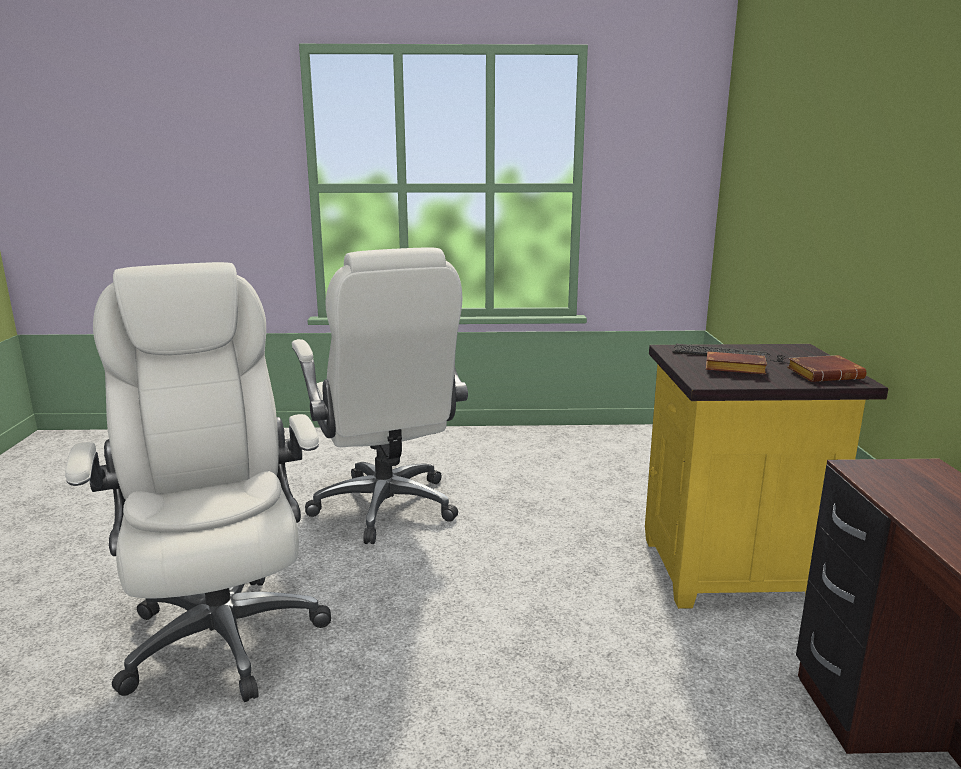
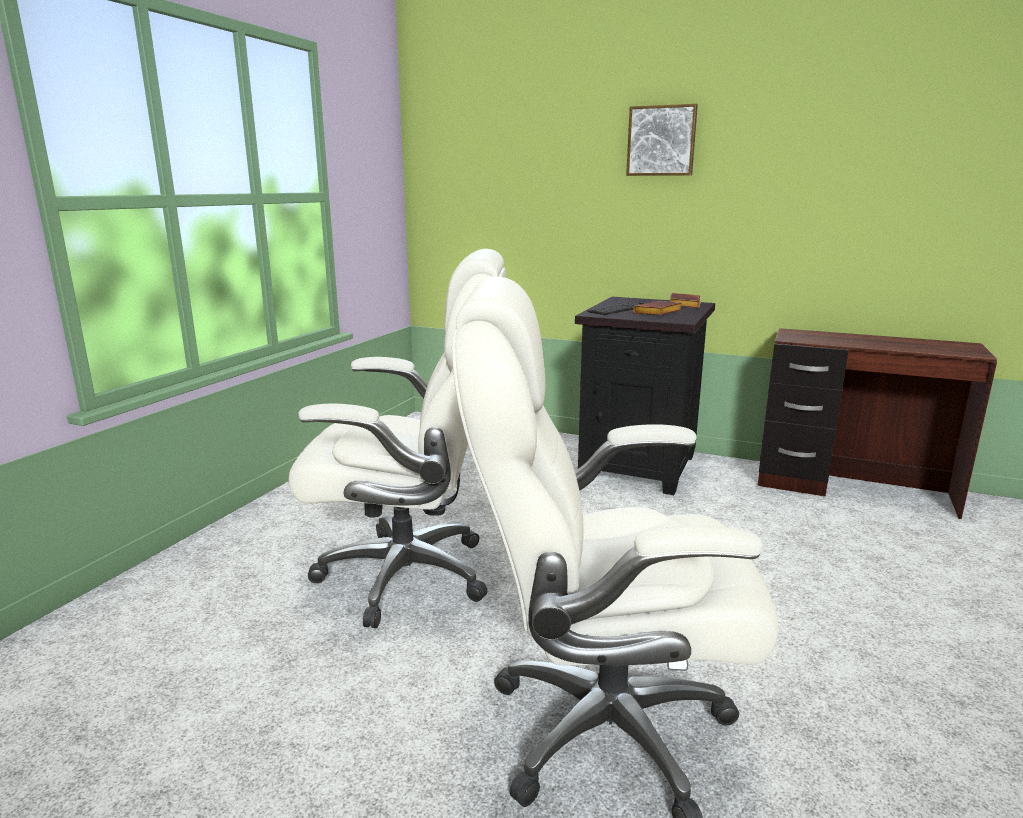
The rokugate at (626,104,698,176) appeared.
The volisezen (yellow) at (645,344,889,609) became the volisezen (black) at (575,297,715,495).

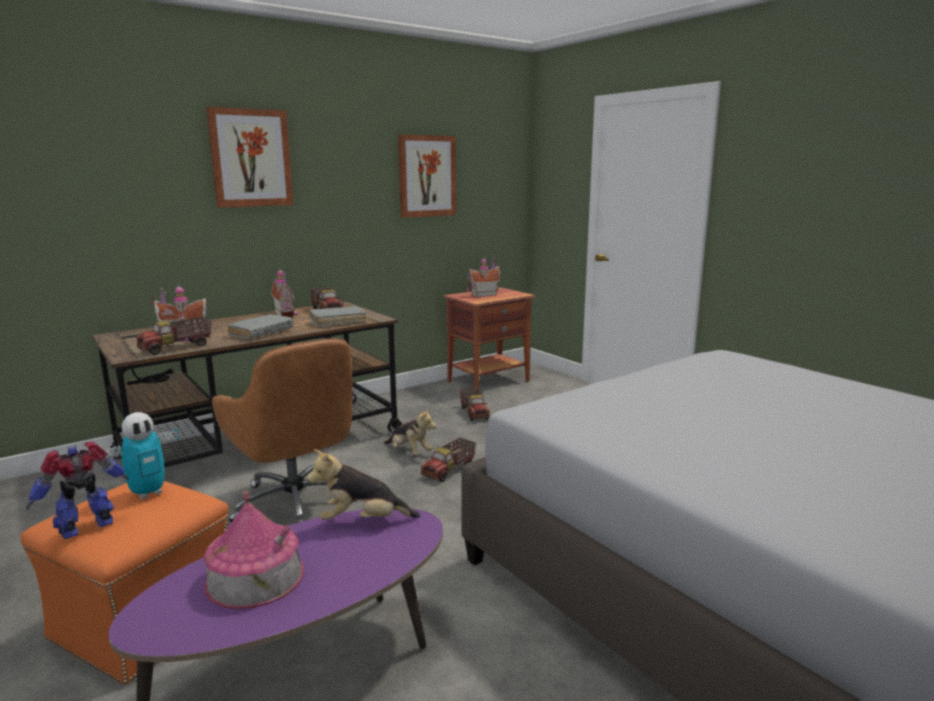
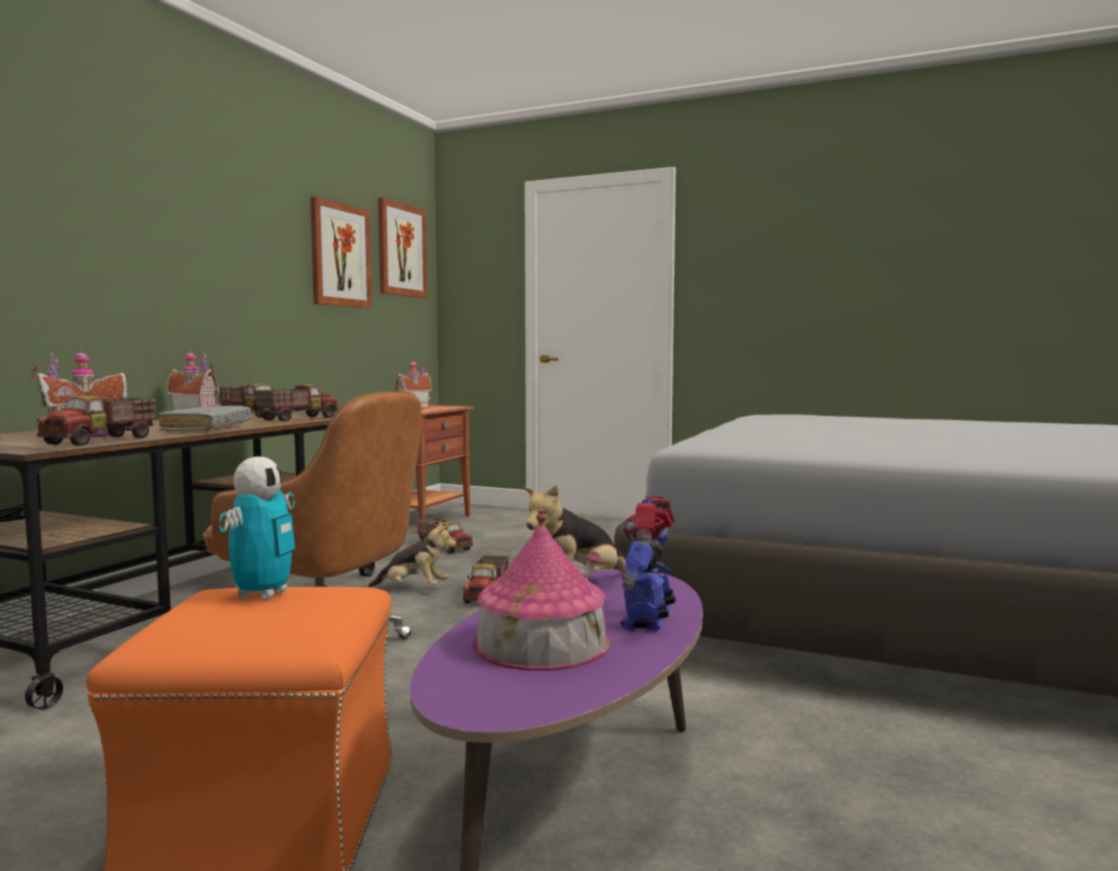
The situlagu moved from (26,442,128,539) to (620,496,676,632).
The rokugate moved from (206,107,294,208) to (378,198,427,298).
The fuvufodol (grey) at (309,306,366,327) was replaced by the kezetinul at (253,384,338,422).

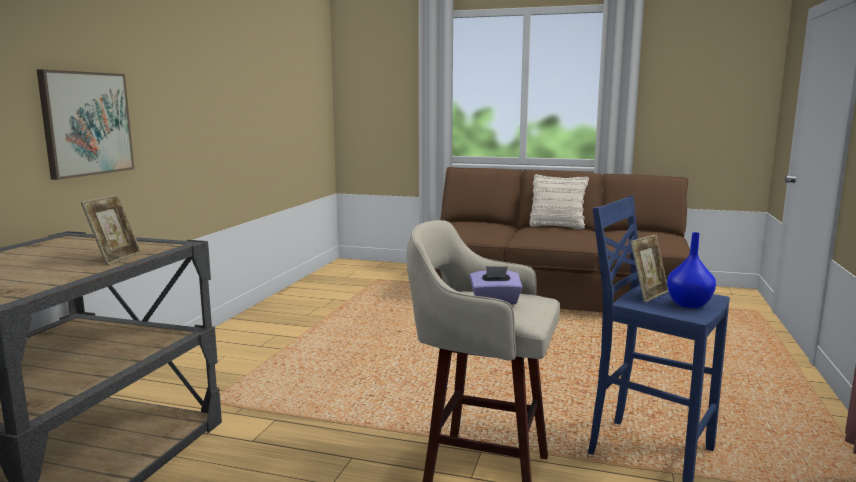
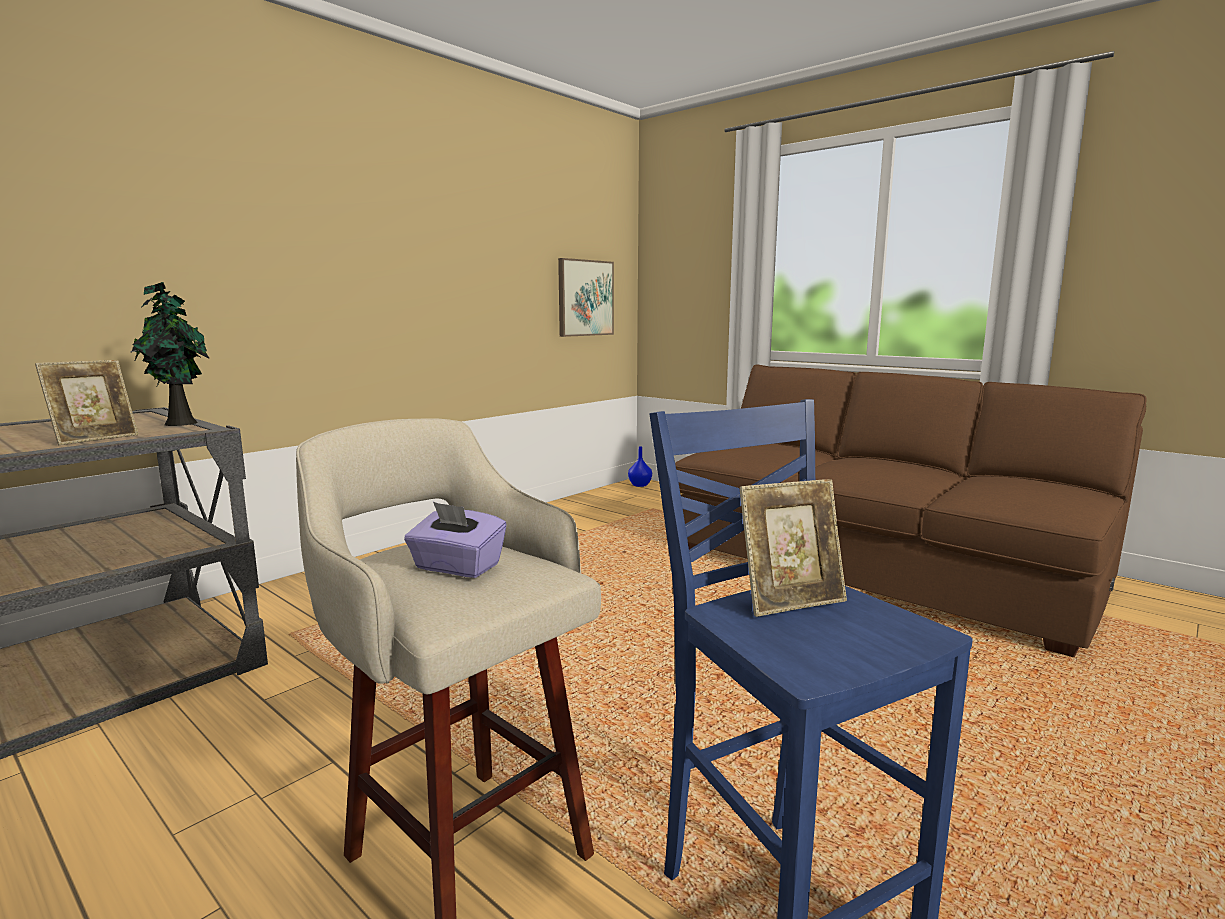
The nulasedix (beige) at (529,174,589,230) disappeared.
The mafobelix at (130,282,210,426) appeared.
The rokugate moved from (37,69,134,180) to (558,258,614,337).
The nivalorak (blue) moved from (667,232,716,308) to (628,446,652,487).

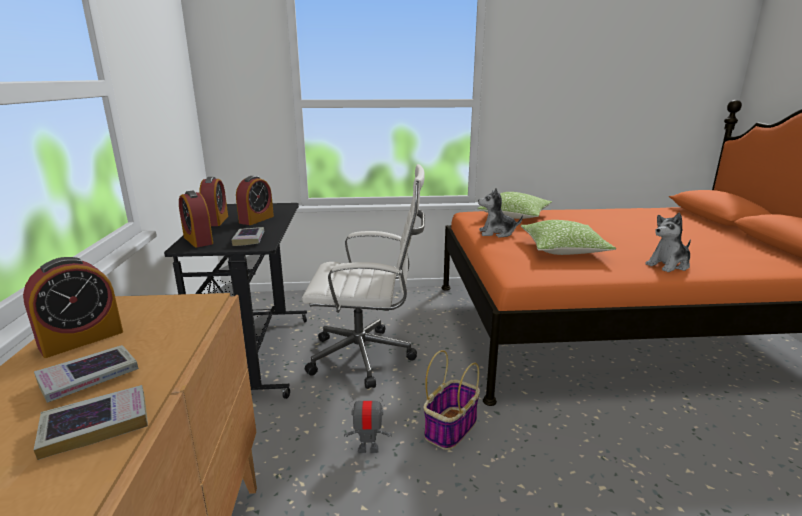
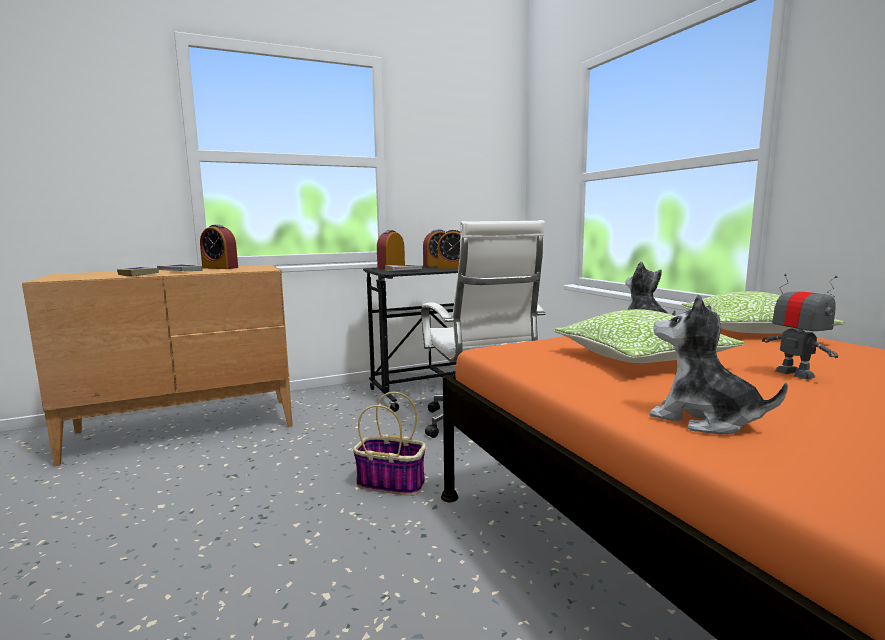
The situlagu moved from (344,394,392,453) to (762,274,838,379).

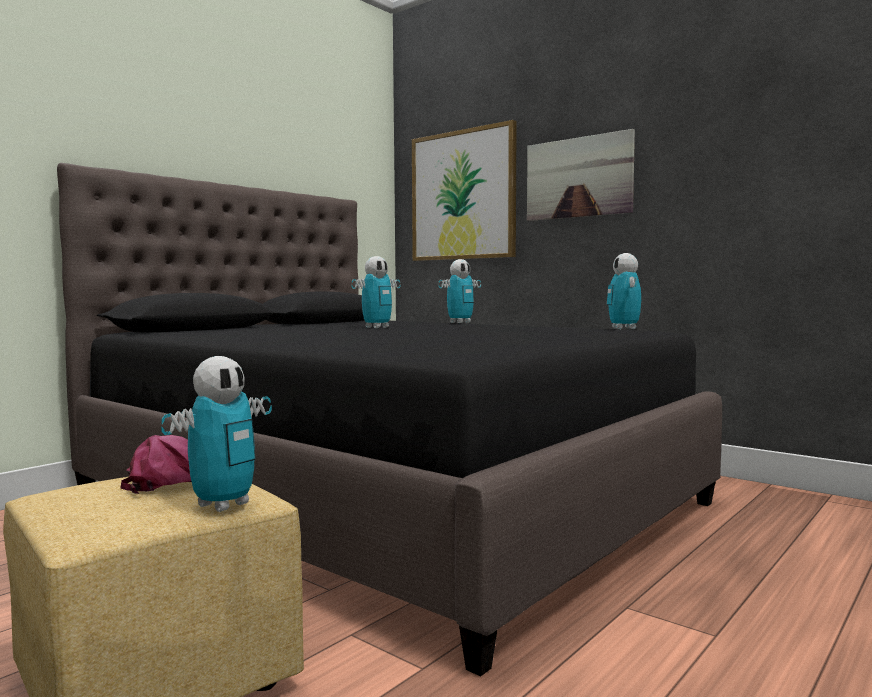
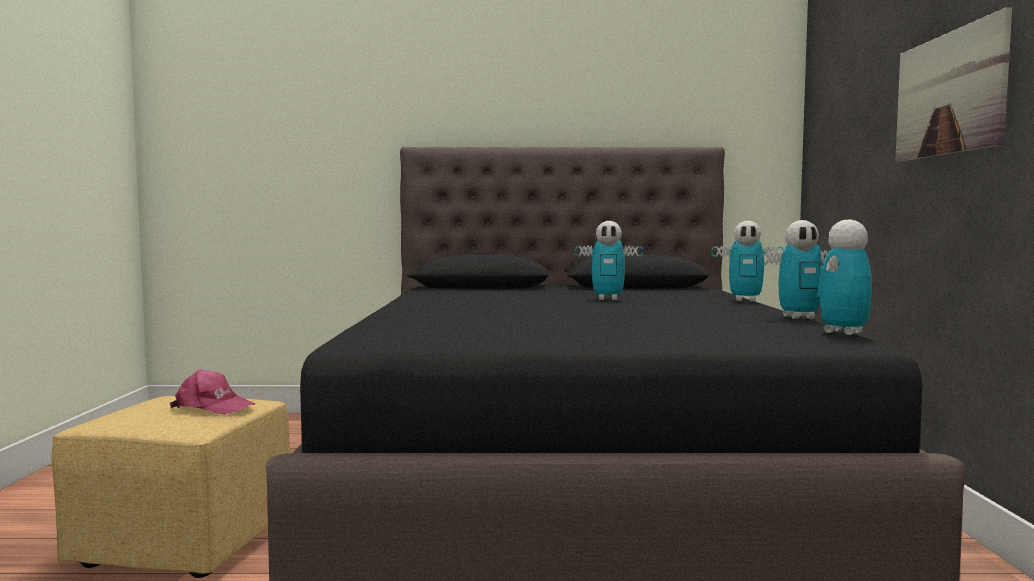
The rokugate at (412,120,517,261) disappeared.
The situlagu moved from (161,356,272,512) to (760,220,827,319).

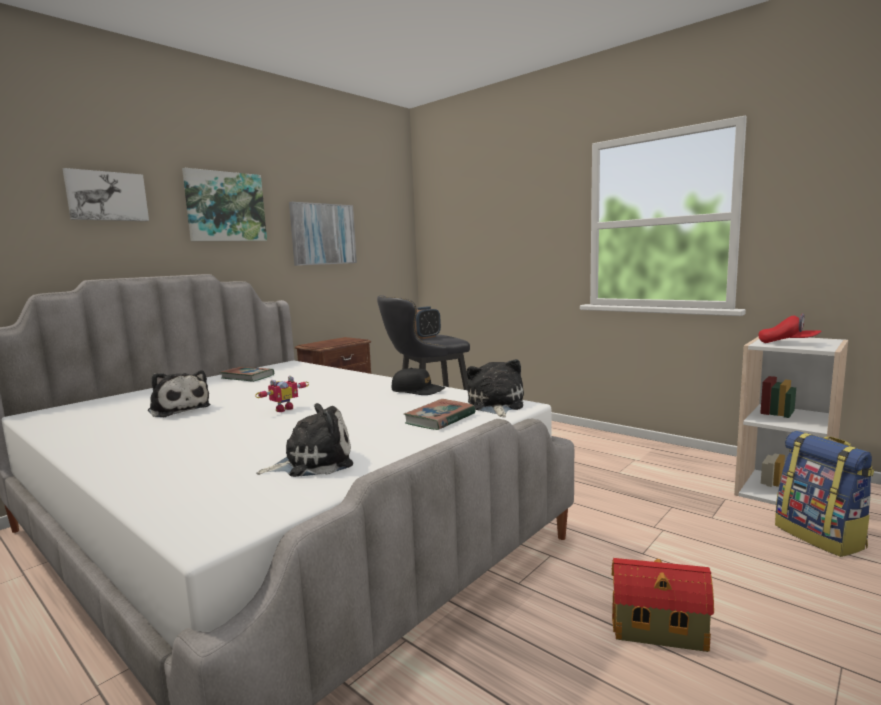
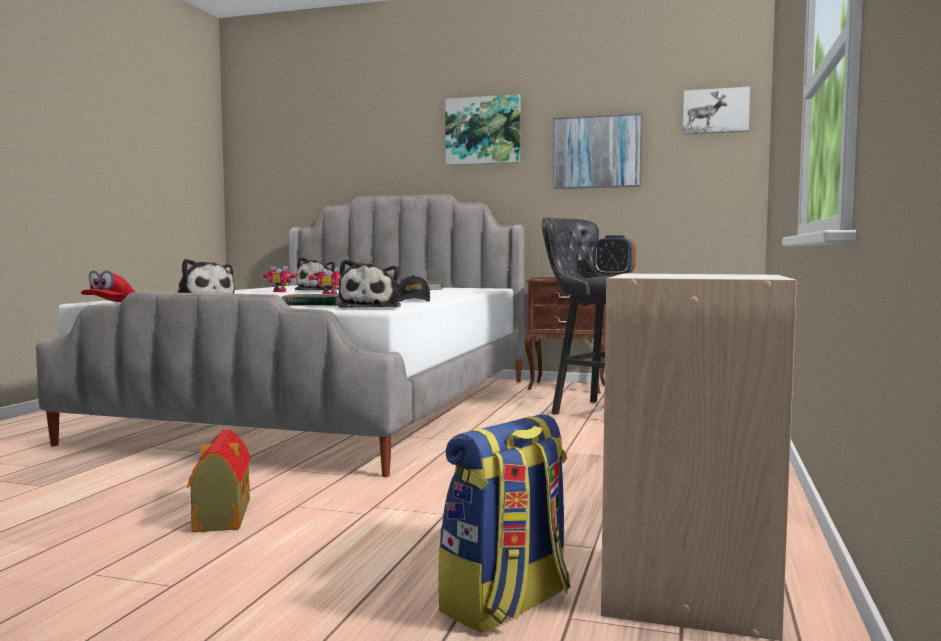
The situlagu at (261,266,299,292) appeared.
The rokugate moved from (63,168,149,221) to (683,87,750,134).
The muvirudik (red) moved from (758,313,822,343) to (81,270,136,302).
The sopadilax at (467,359,524,417) turned 120 degrees clockwise.

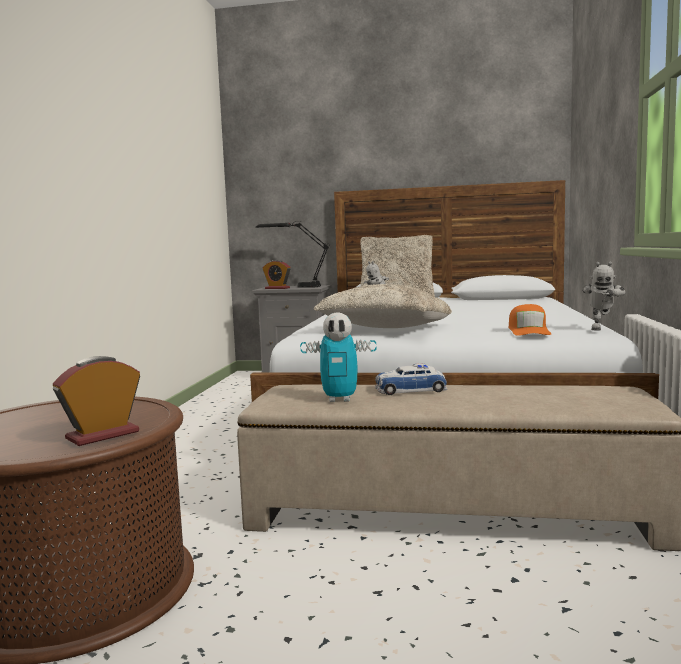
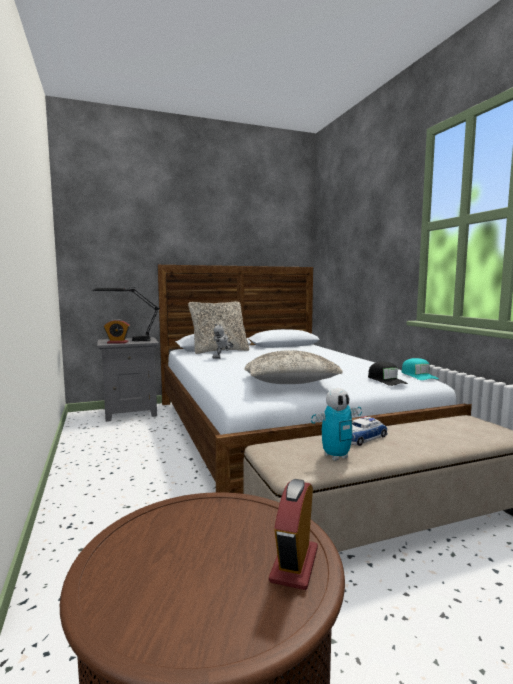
The situlagu at (582,262,626,331) was replaced by the muvirudik (turquoise) at (401,358,439,380).
The muvirudik (orange) at (509,304,551,336) became the muvirudik (black) at (368,362,408,386).

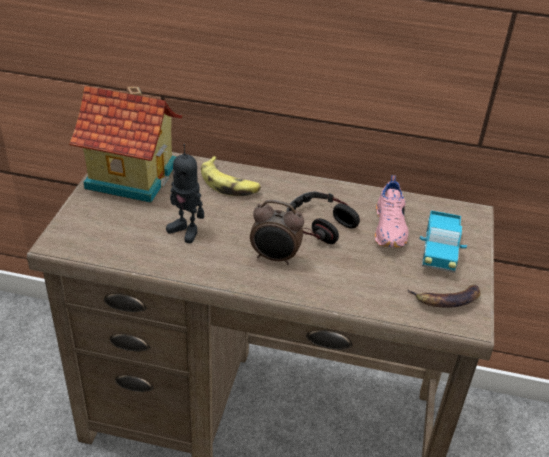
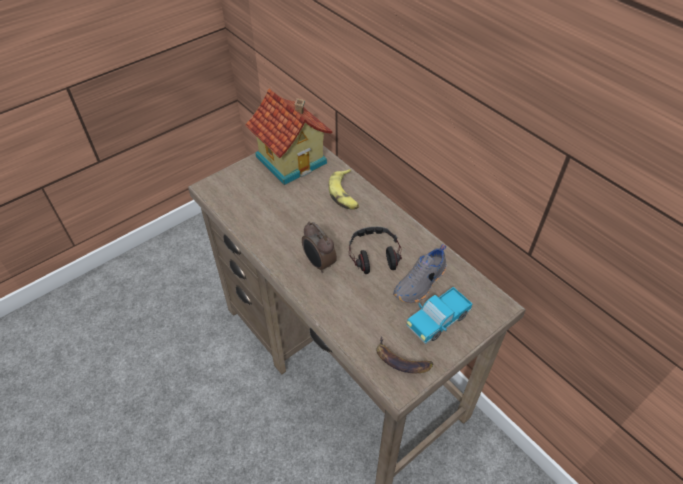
The situlagu at (166,144,205,243) disappeared.
The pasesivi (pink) at (375,175,409,247) became the pasesivi (grey) at (393,244,446,303).

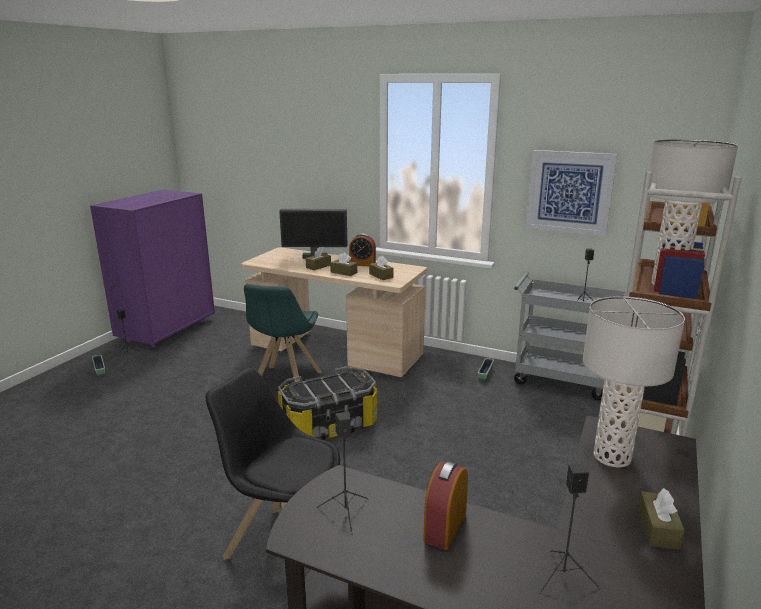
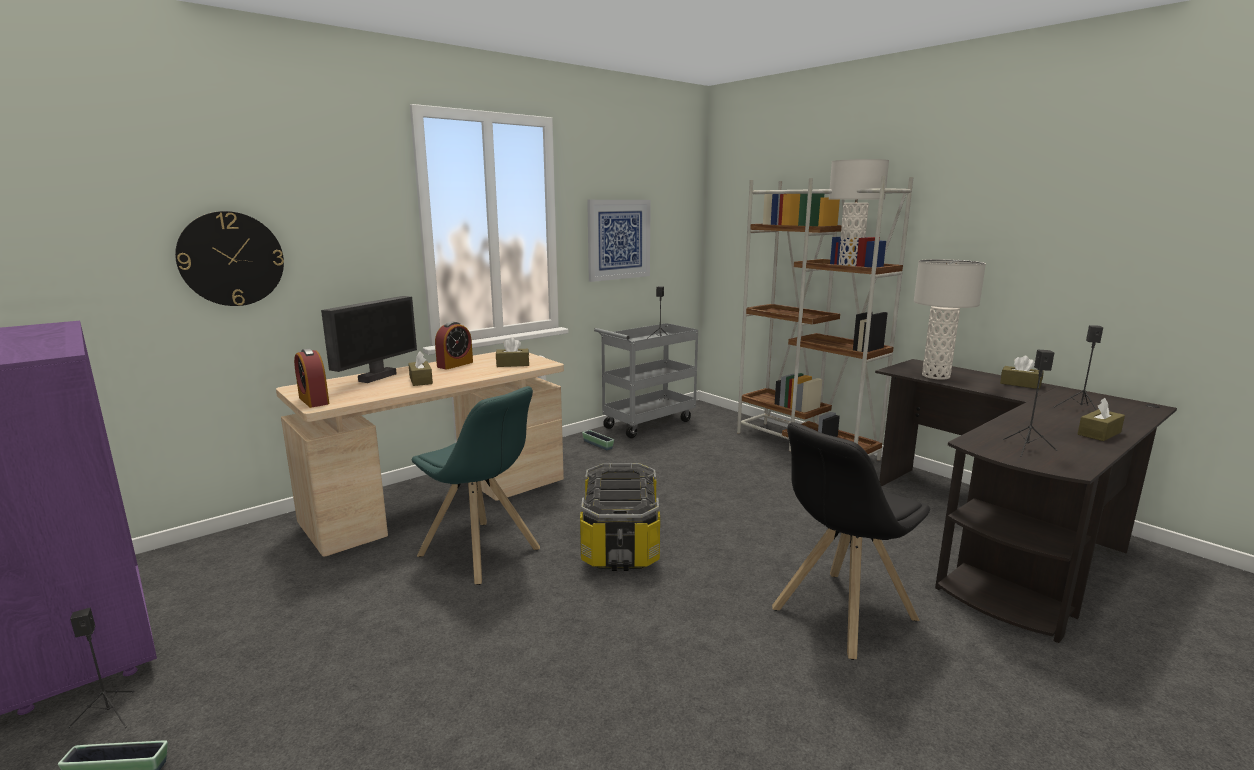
The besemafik at (175,211,284,306) appeared.
The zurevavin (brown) moved from (330,253,357,276) to (1078,398,1125,441).
The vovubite moved from (423,461,468,550) to (294,348,329,408).

